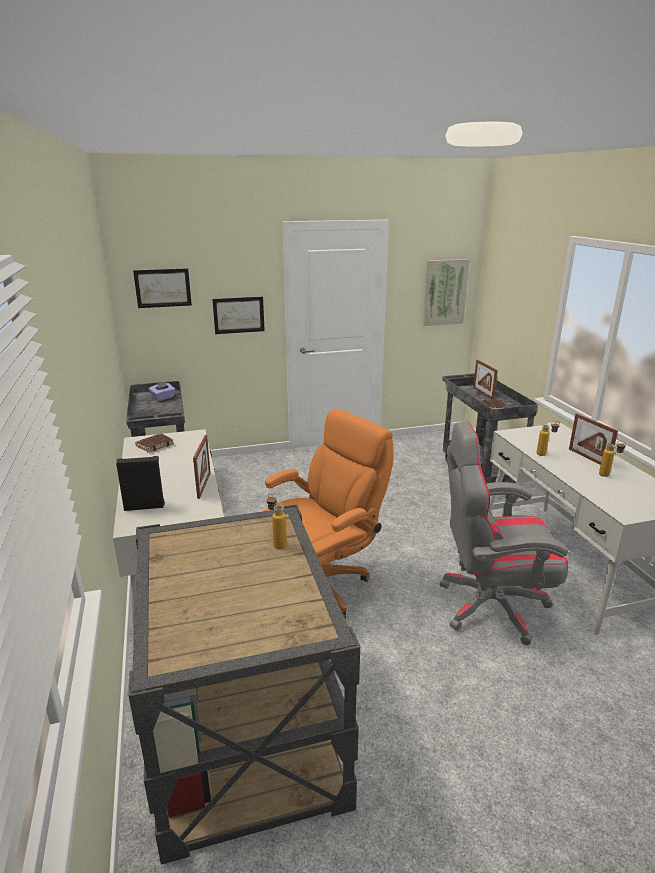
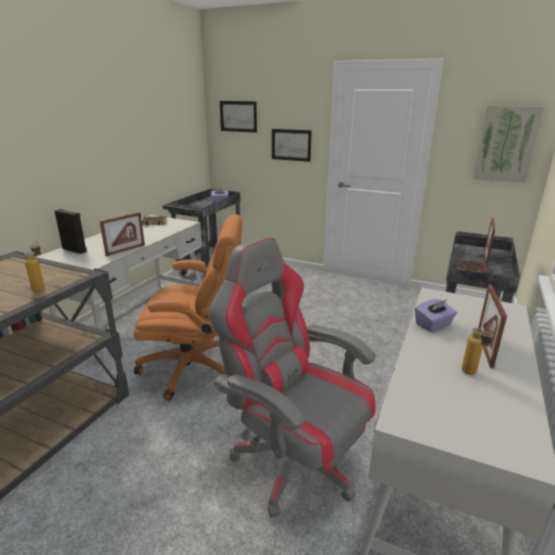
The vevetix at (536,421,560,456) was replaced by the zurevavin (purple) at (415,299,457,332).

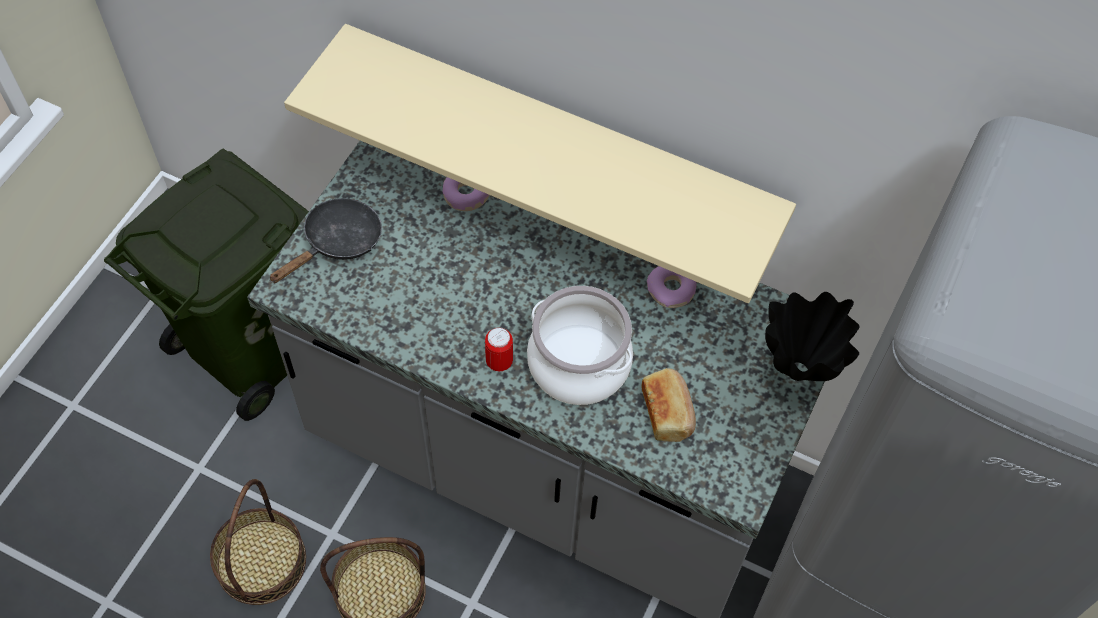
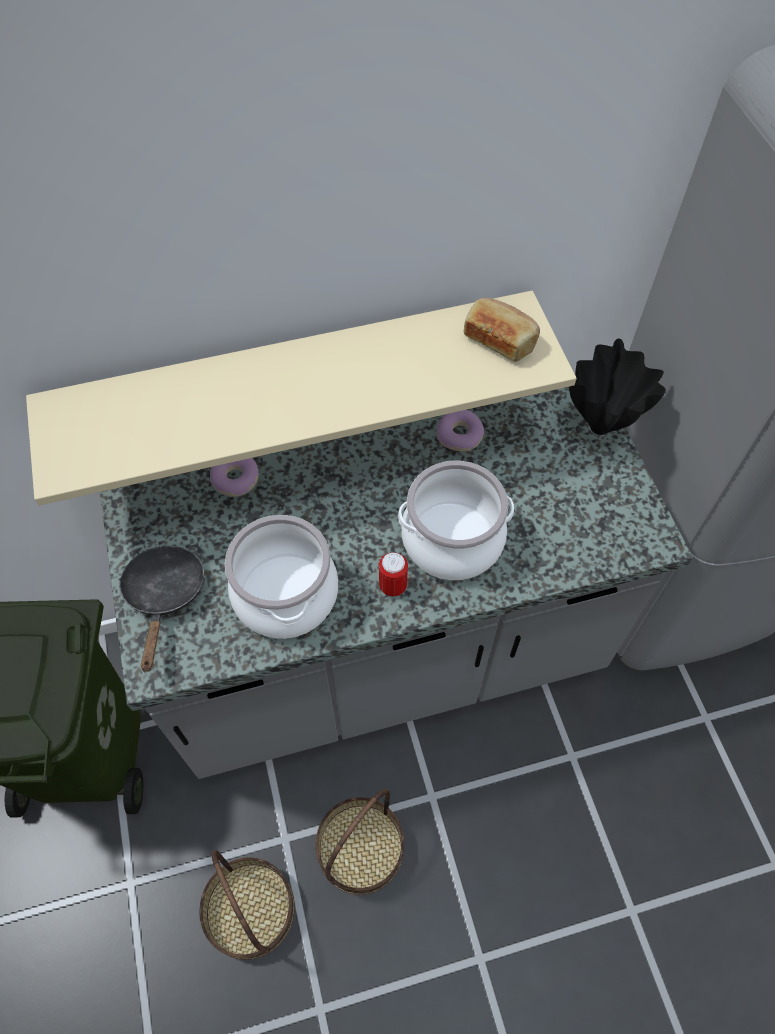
The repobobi at (225,515,338,639) appeared.
The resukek moved from (641,368,696,442) to (464,298,540,362).

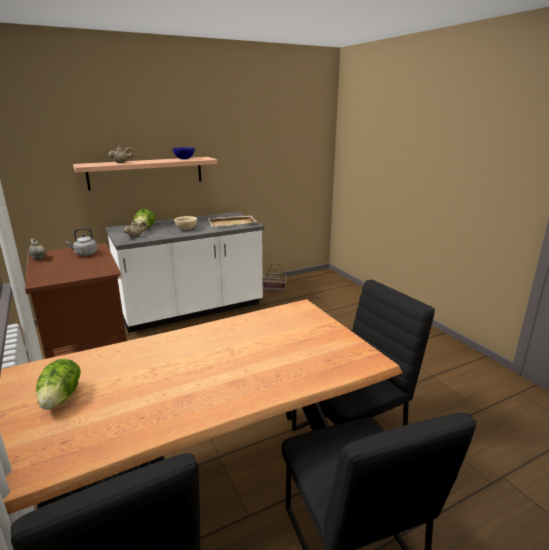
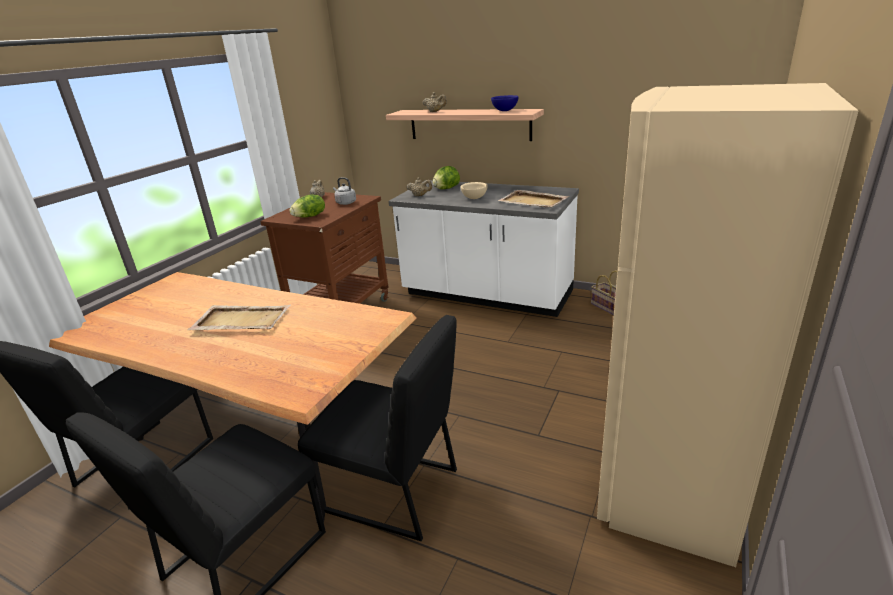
The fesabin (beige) at (187,305,291,330) appeared.
The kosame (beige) at (597,83,859,567) appeared.
The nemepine moved from (36,359,81,410) to (289,195,325,218).

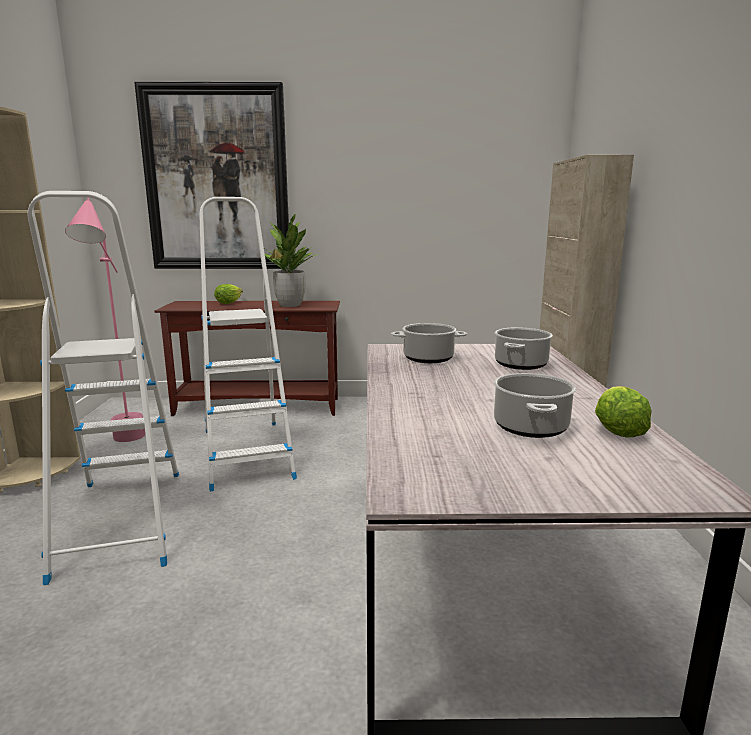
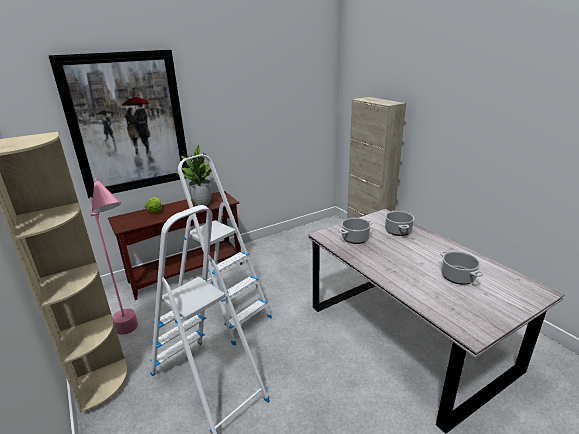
The nemepine at (595,386,652,438) disappeared.

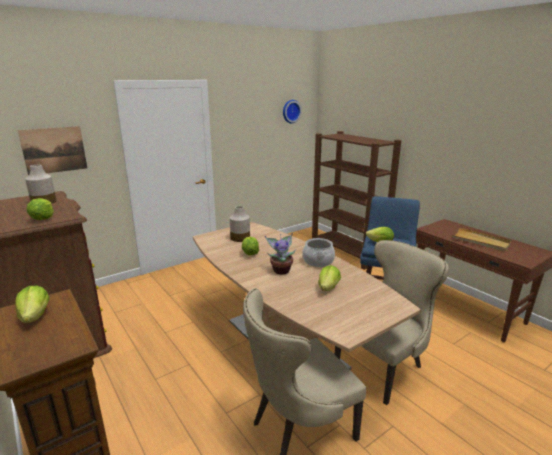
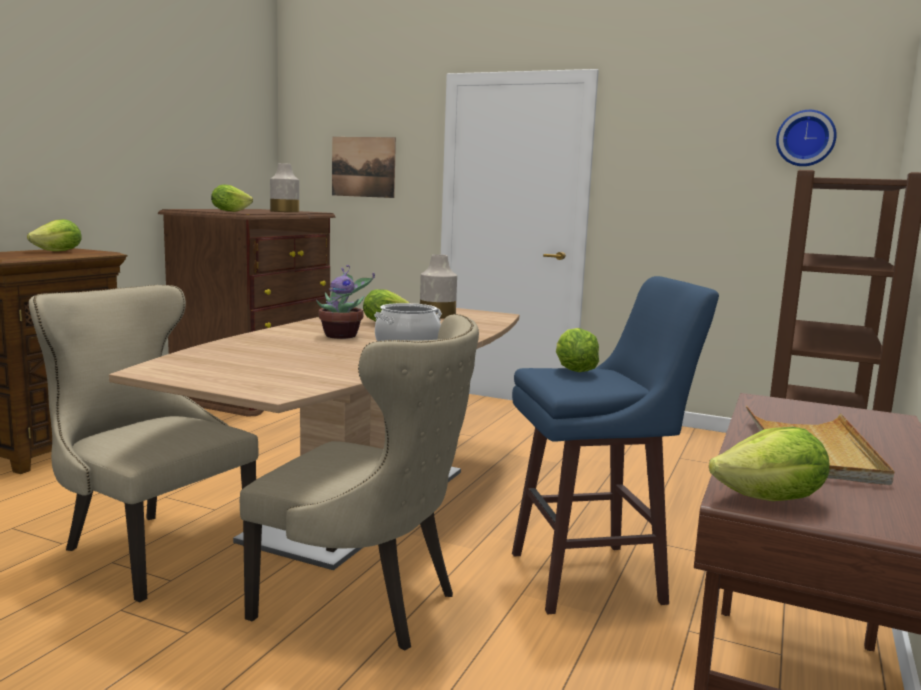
The nemepine moved from (318,265,341,291) to (709,427,830,501).

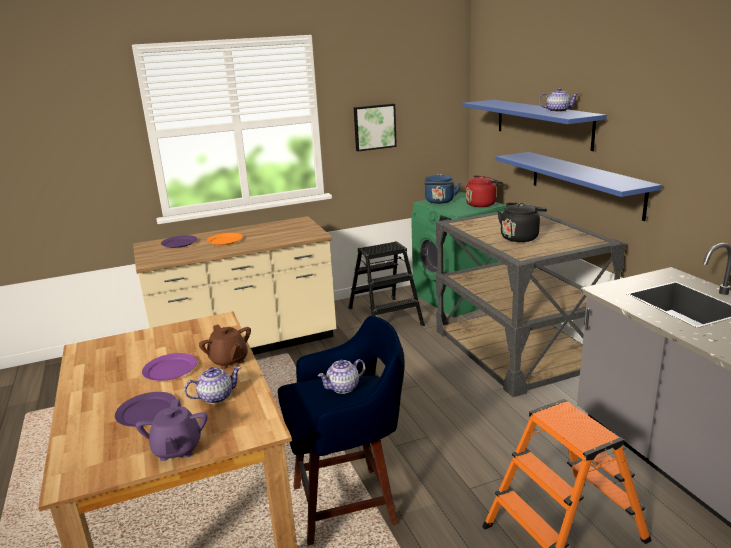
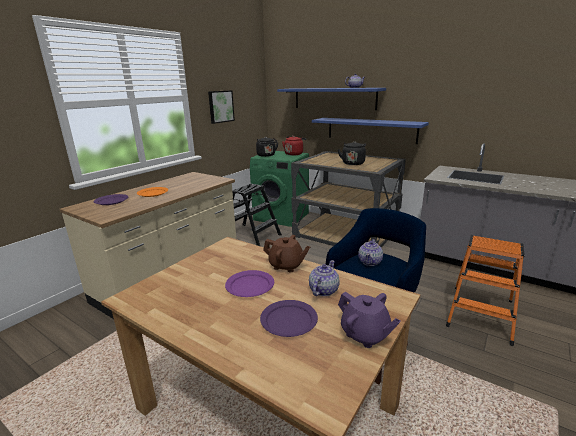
The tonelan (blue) at (424,173,461,204) became the tonelan (black) at (256,137,279,157).

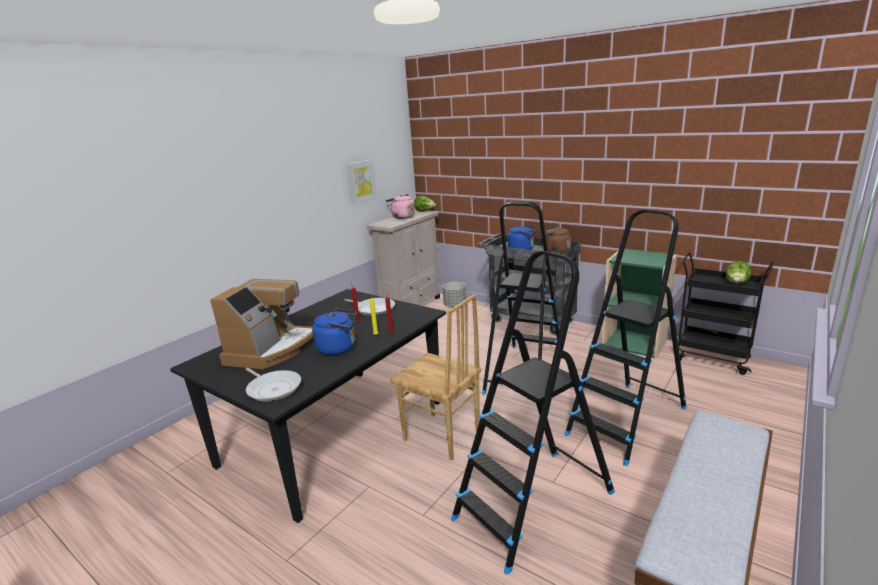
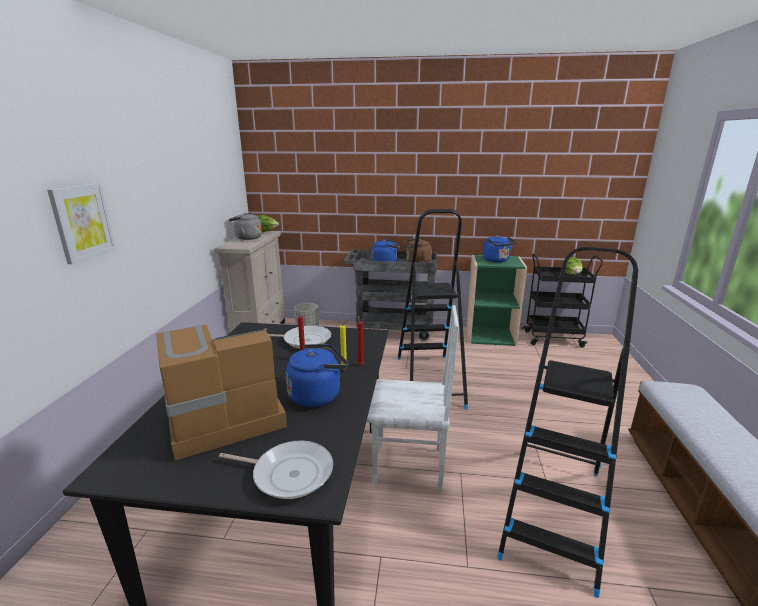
The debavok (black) at (565,210,686,466) disappeared.
The tonelan (blue) at (483,235,516,262) appeared.
The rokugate moved from (347,160,377,204) to (47,183,116,264).
The tonelan (pink) at (386,194,415,219) became the tonelan (grey) at (228,213,262,240).
The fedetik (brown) at (390,294,481,460) became the fedetik (white) at (366,305,459,491).
The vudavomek at (210,279,313,369) turned 105 degrees counterclockwise.

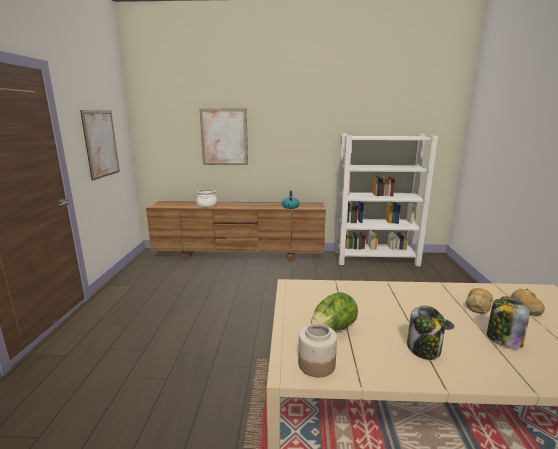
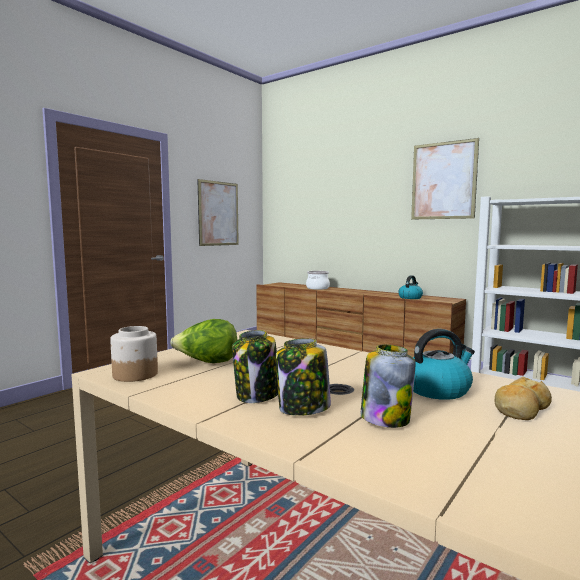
The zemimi at (276,338,331,416) appeared.
The rokugate moved from (199,109,248,165) to (411,138,479,219).
The resukek at (466,288,493,314) was replaced by the tonelan at (413,329,475,400).

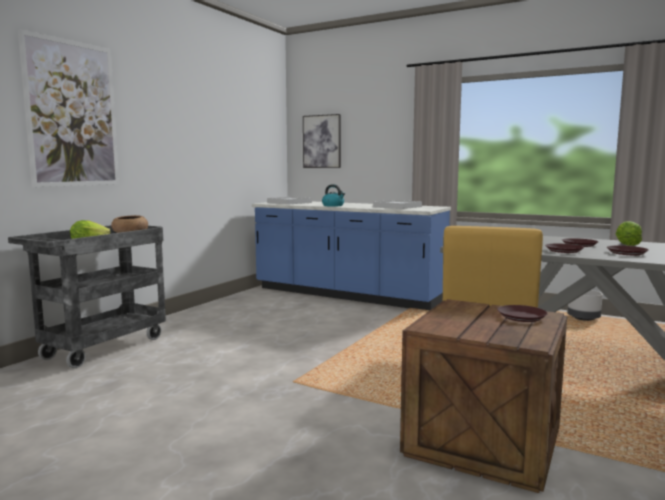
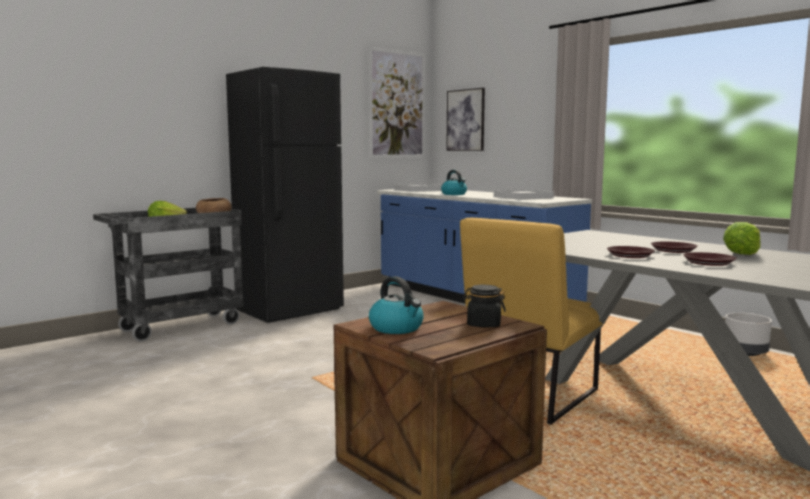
The kosame (black) at (226,67,344,323) appeared.
The tonelan at (369,276,424,334) appeared.
The rokugate moved from (18,29,119,187) to (368,47,425,158).
The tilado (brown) at (497,305,548,322) was replaced by the zemimi (black) at (463,285,506,328).

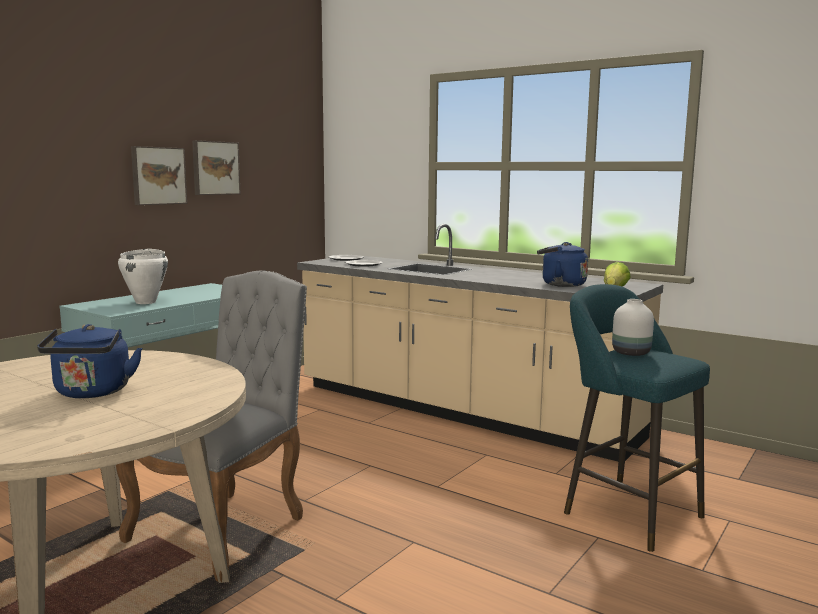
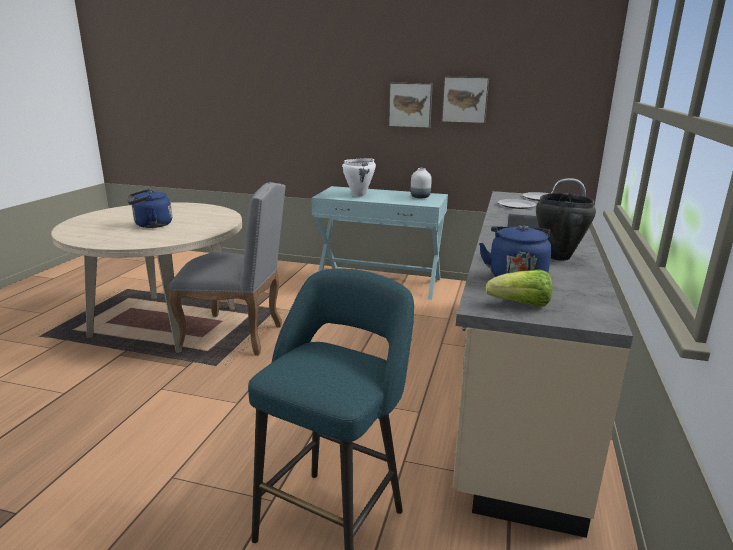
The repobobi (black) at (536,193,596,261) appeared.
The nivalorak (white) moved from (612,299,654,356) to (411,168,432,198).

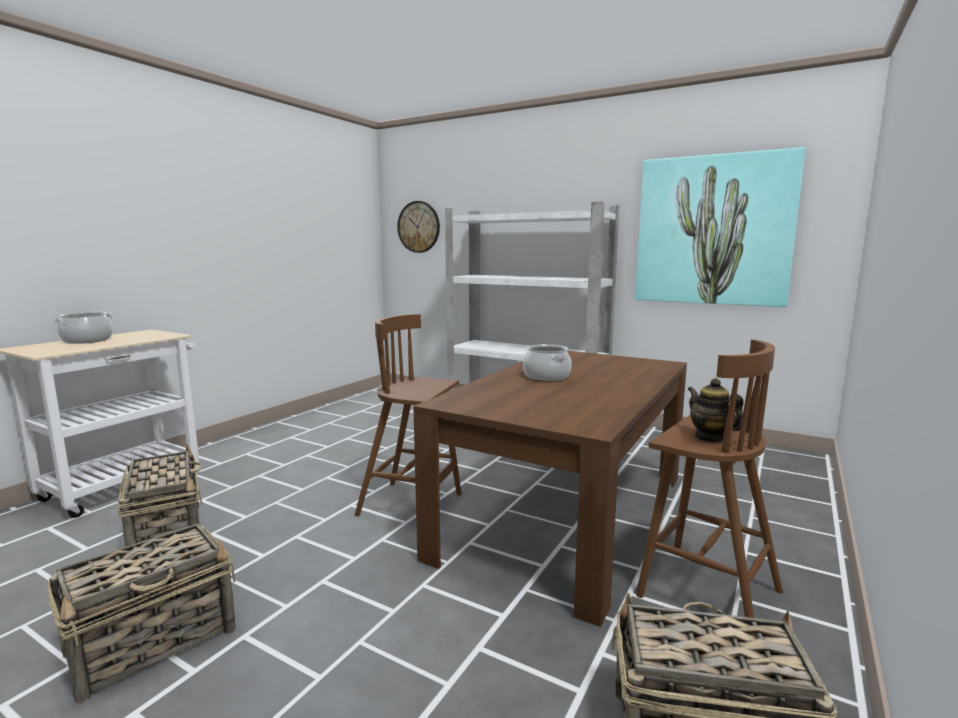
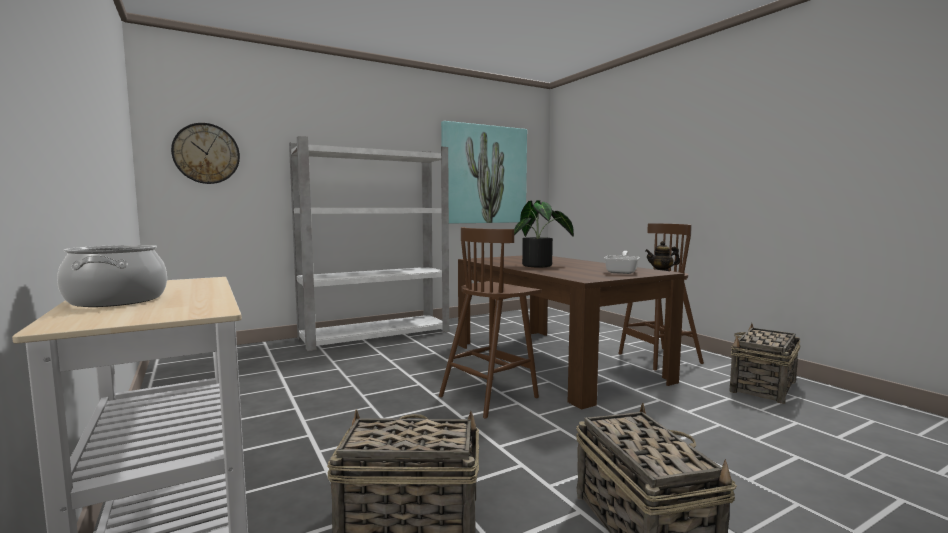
The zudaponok at (604,251,640,274) appeared.
The repobobi at (523,344,572,381) was replaced by the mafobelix at (514,200,574,267).

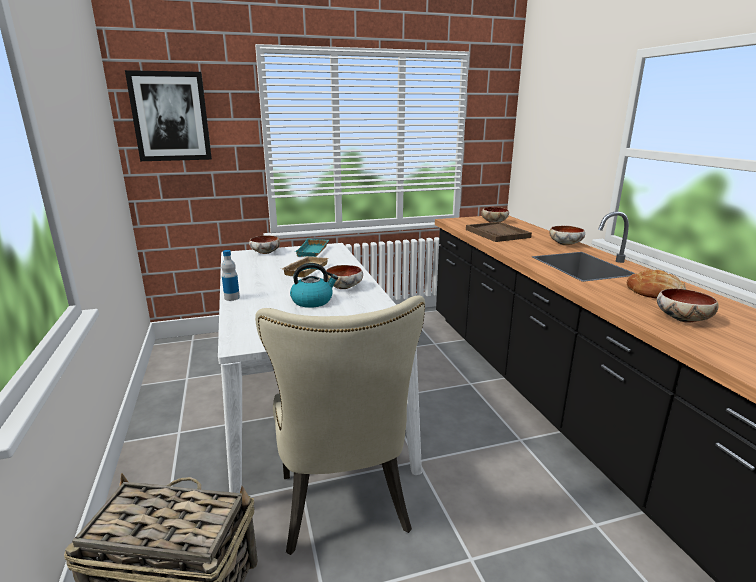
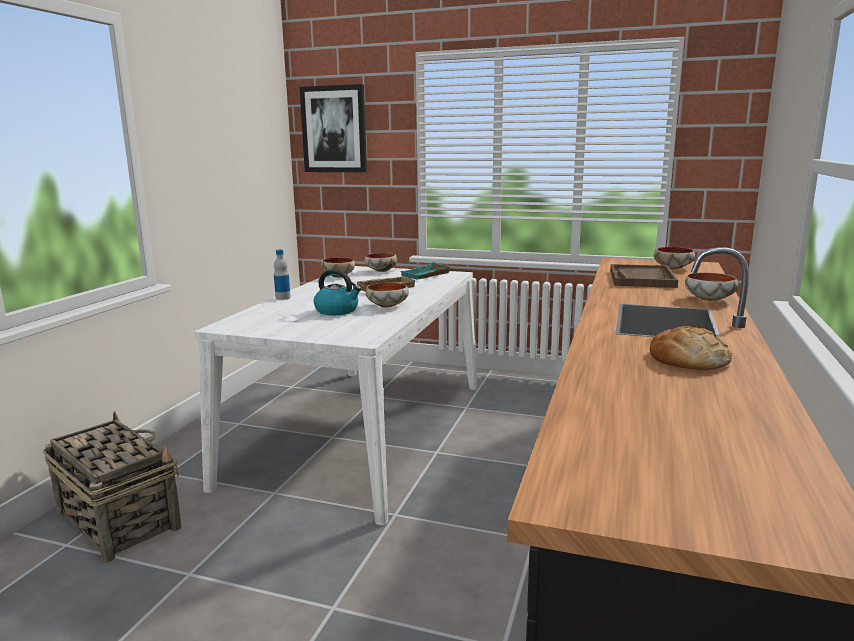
The fedetik (beige) at (255,295,425,555) disappeared.
The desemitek moved from (657,289,718,323) to (321,257,355,277).

